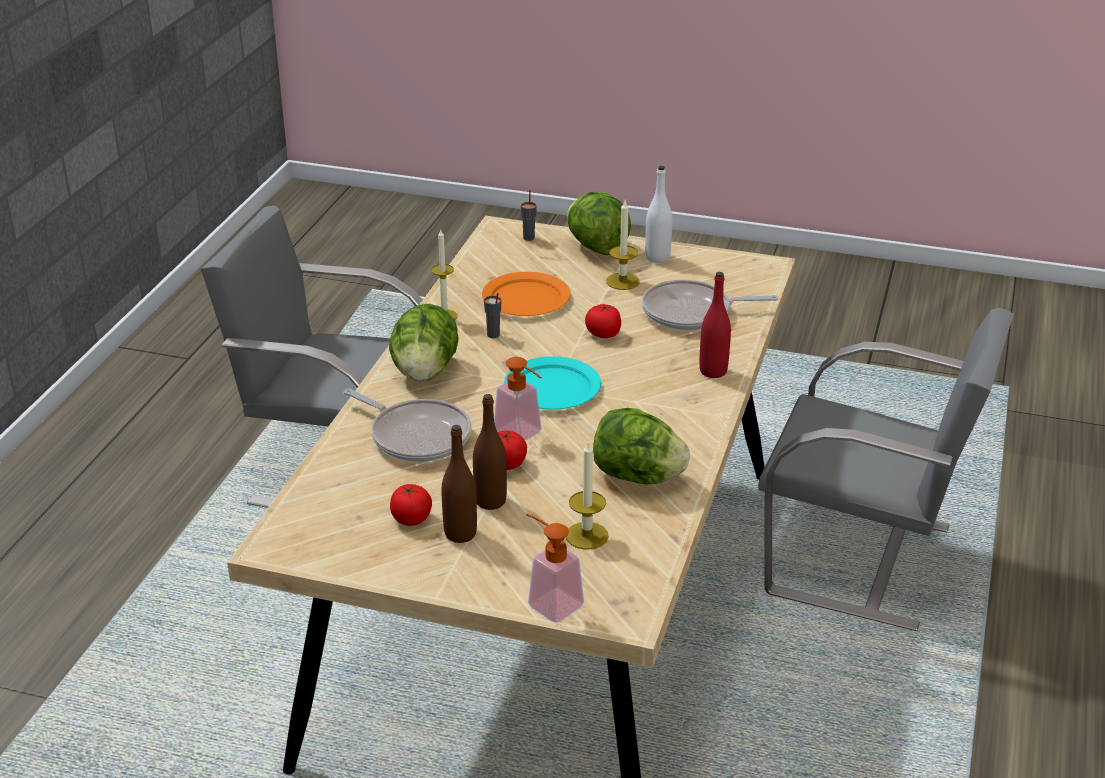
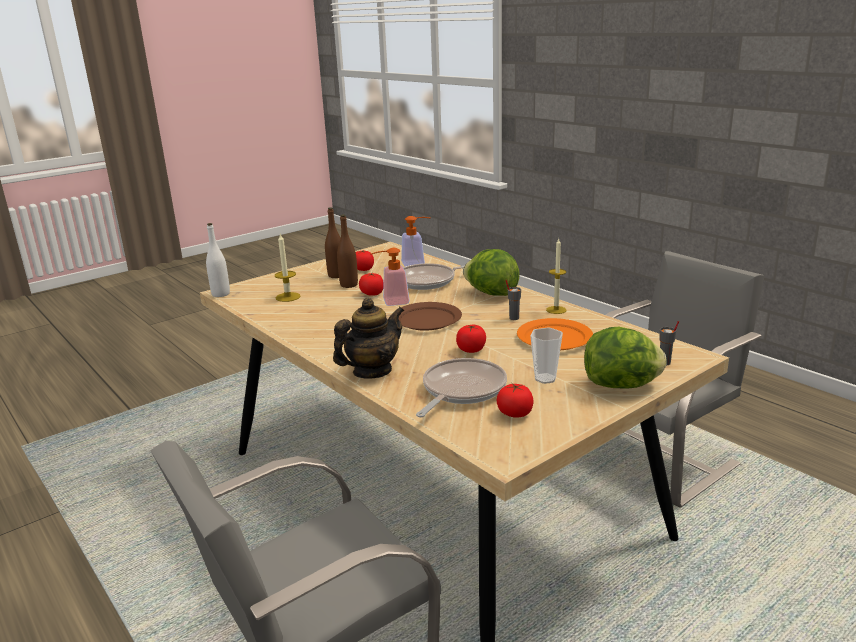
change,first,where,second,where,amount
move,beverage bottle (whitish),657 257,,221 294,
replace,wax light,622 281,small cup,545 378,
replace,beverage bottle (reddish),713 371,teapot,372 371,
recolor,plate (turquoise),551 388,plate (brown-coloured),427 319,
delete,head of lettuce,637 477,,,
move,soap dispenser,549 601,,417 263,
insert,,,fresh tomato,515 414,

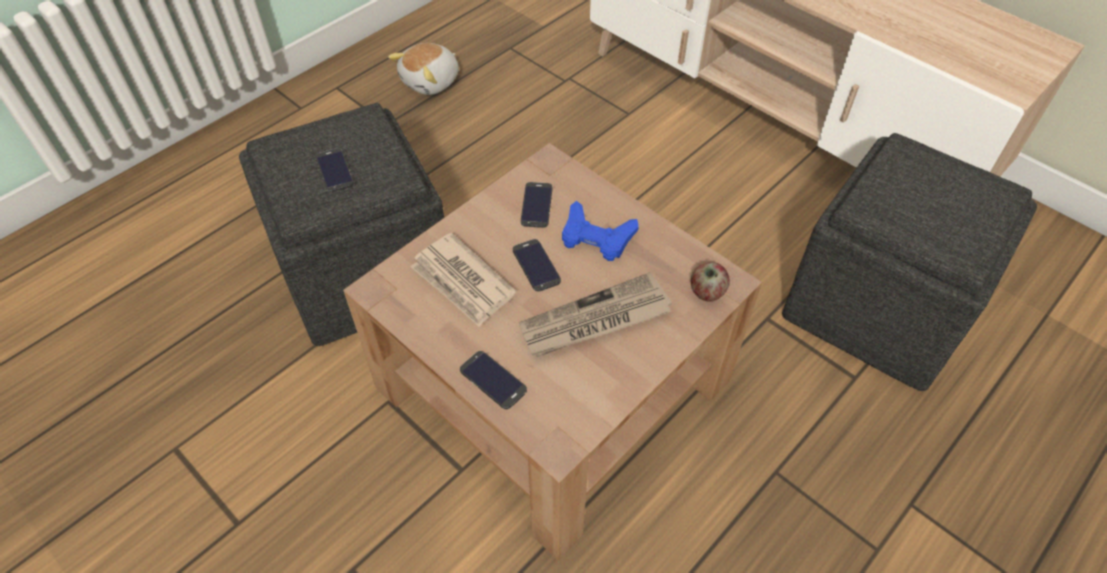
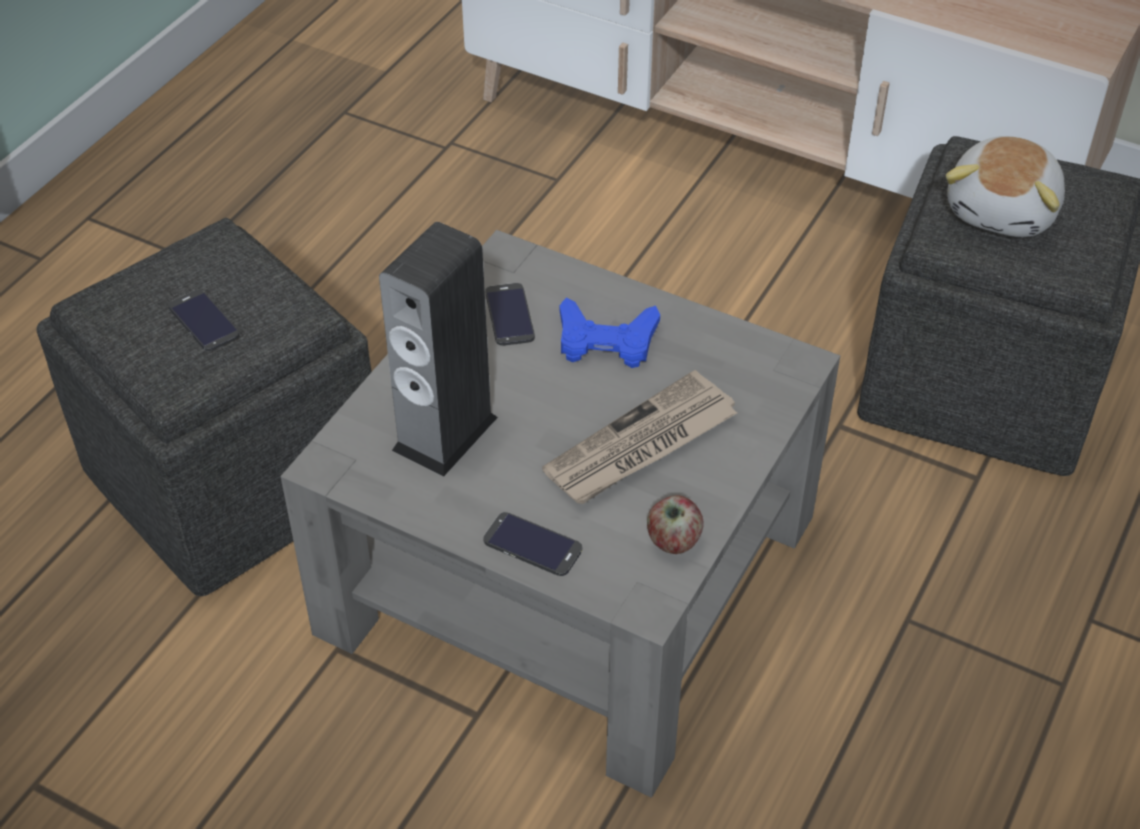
change,first,where,second,where,amount
move,cuddly toy,431 82,,1004 210,
recolor,low table (brown-coloured),553 384,low table (gray),570 574,
replace,newspaper,462 282,audio speaker,445 433,
delete,telephone,536 265,,,
move,apple fruit,706 292,,673 541,

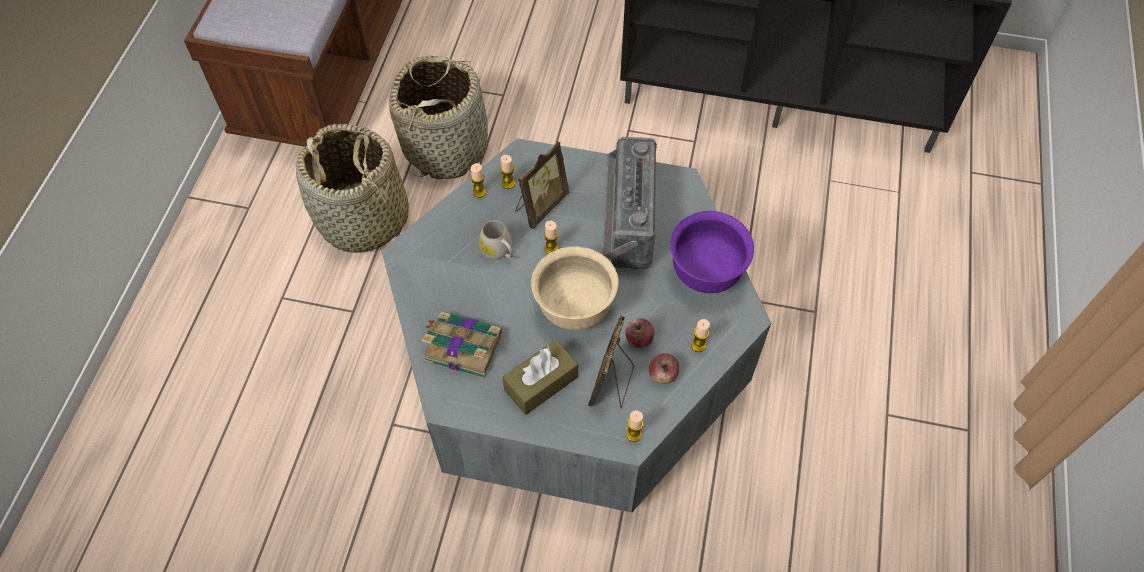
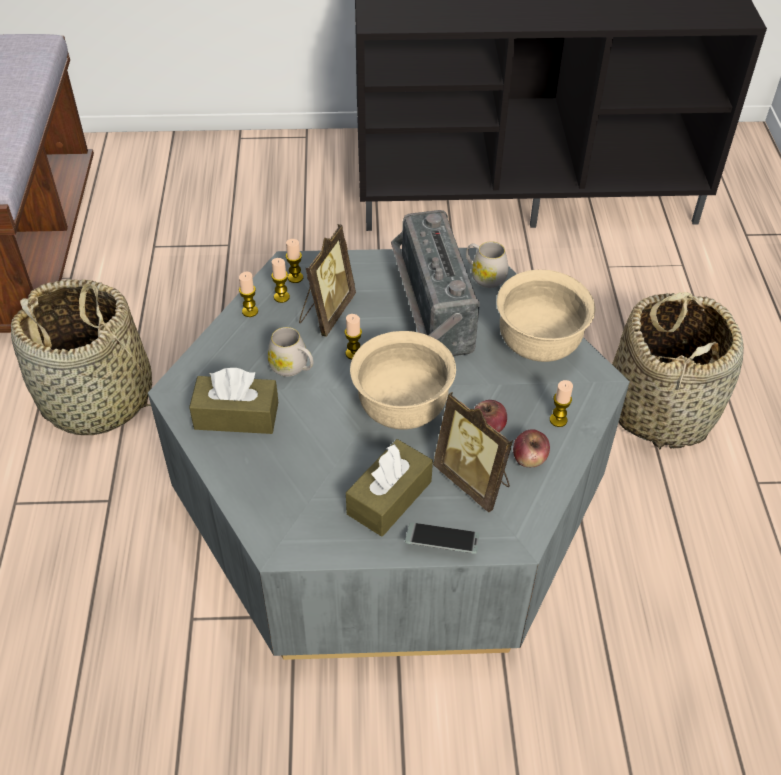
change,first,where,second,where,amount
move,household basket,446 147,,660 408,
recolor,bowl (purplish),705 273,bowl (beige-coloured),538 346,
delete,book,461 346,,,
rotate,standing frame,612 384,,474 480,45 degrees counterclockwise
move,wax light,633 434,,295 277,
insert,,,tea mug (whitish),484 276,
insert,,,box of tissues (brown-coloured),236 416,
insert,,,telephone,442 542,

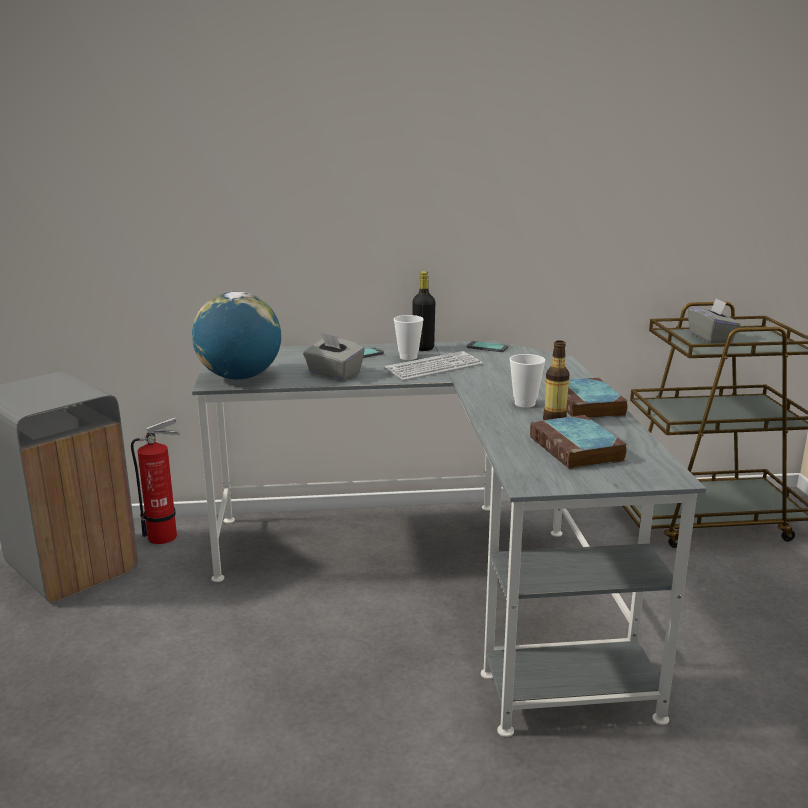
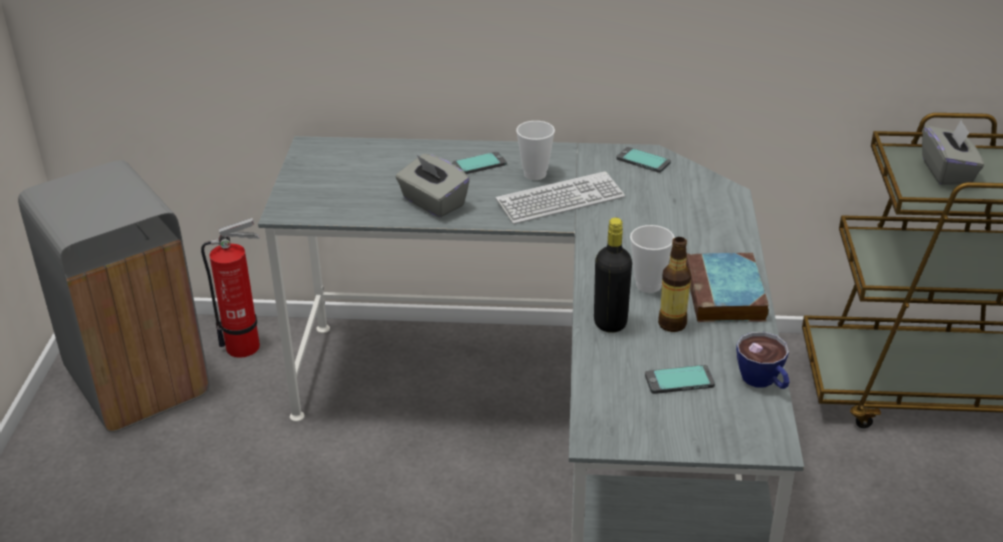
change,first,where,second,where,amount
move,beverage bottle (blackish),423 348,,610 323,
delete,desk globe,239 377,,,
replace,book,578 449,telephone,679 381,
insert,,,small cup,763 382,

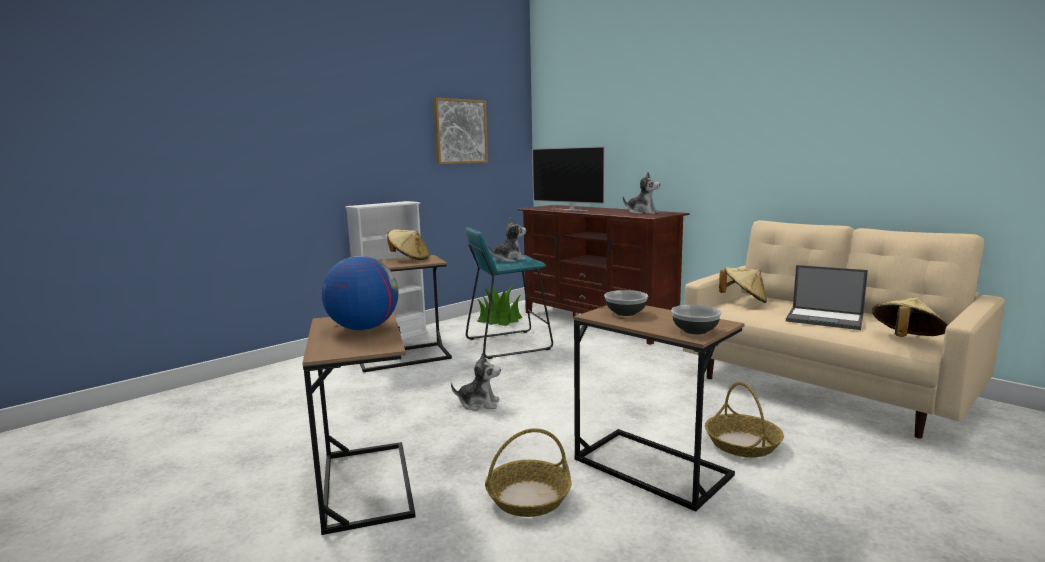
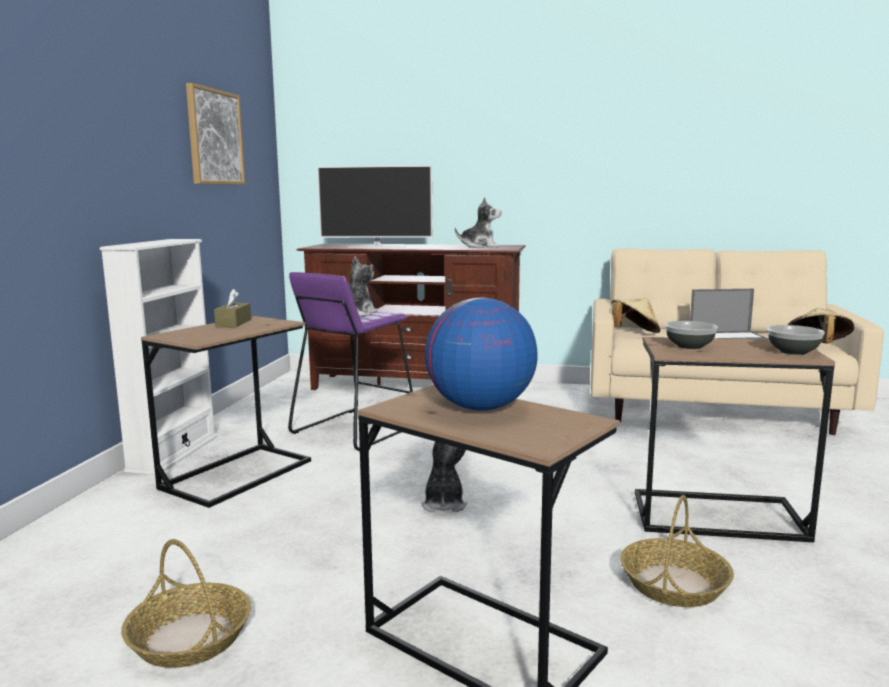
change,first,where,second,where,amount
recolor,stool (turquoise),508 344,stool (purplish),354 429,
replace,hat (beige-coloured),409 259,box of tissues (brown-coloured),233 323,
delete,potted plant,500 319,,,
rotate,cuddly toy,479 404,,443 504,60 degrees counterclockwise
move,household basket,742 443,,189 638,

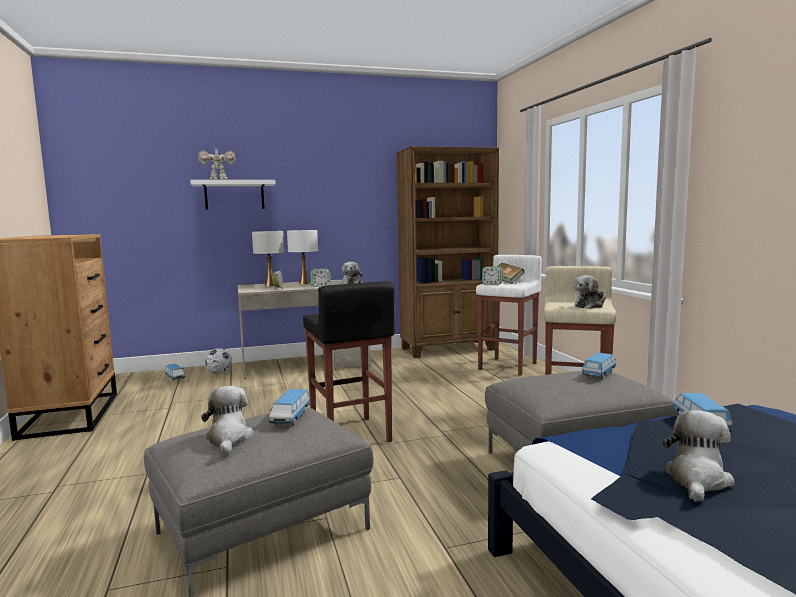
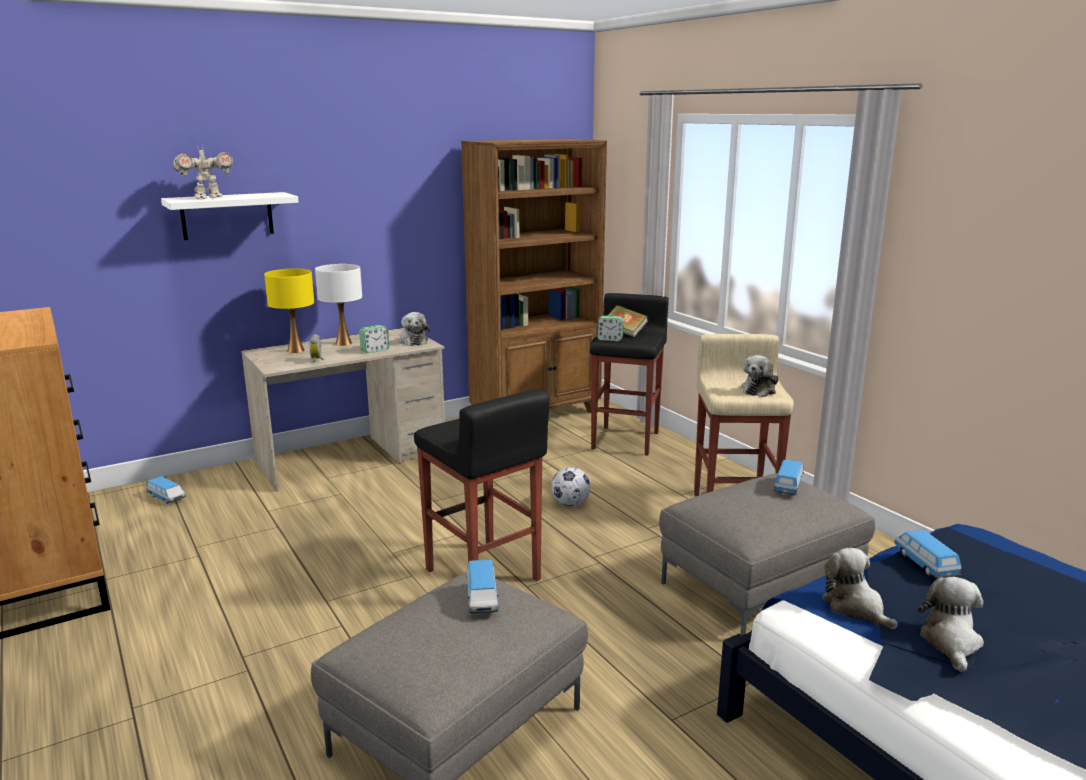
change,first,where,second,where,amount
recolor,tabletop lamp (whitish),270 285,tabletop lamp (yellowish),295 350,
recolor,stool (whitish),509 366,stool (blackish),626 440,
move,ball for football,219 373,,570 504,
move,cuddly toy,229 438,,855 608,

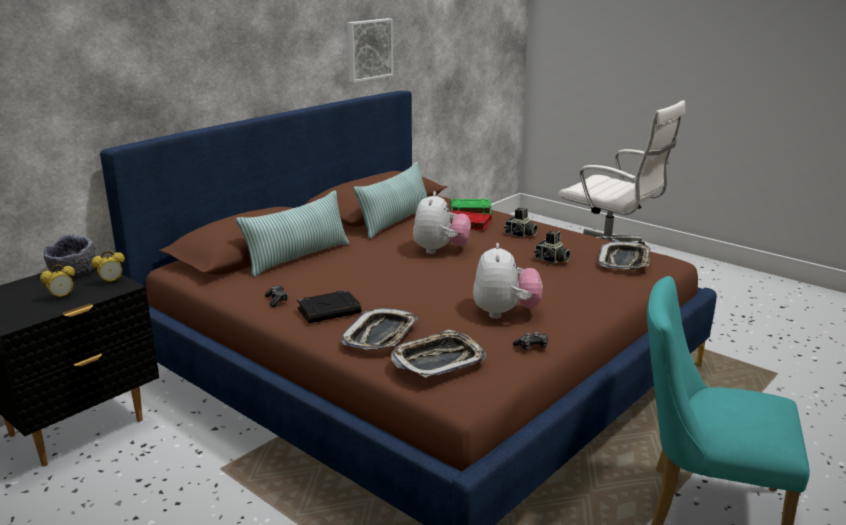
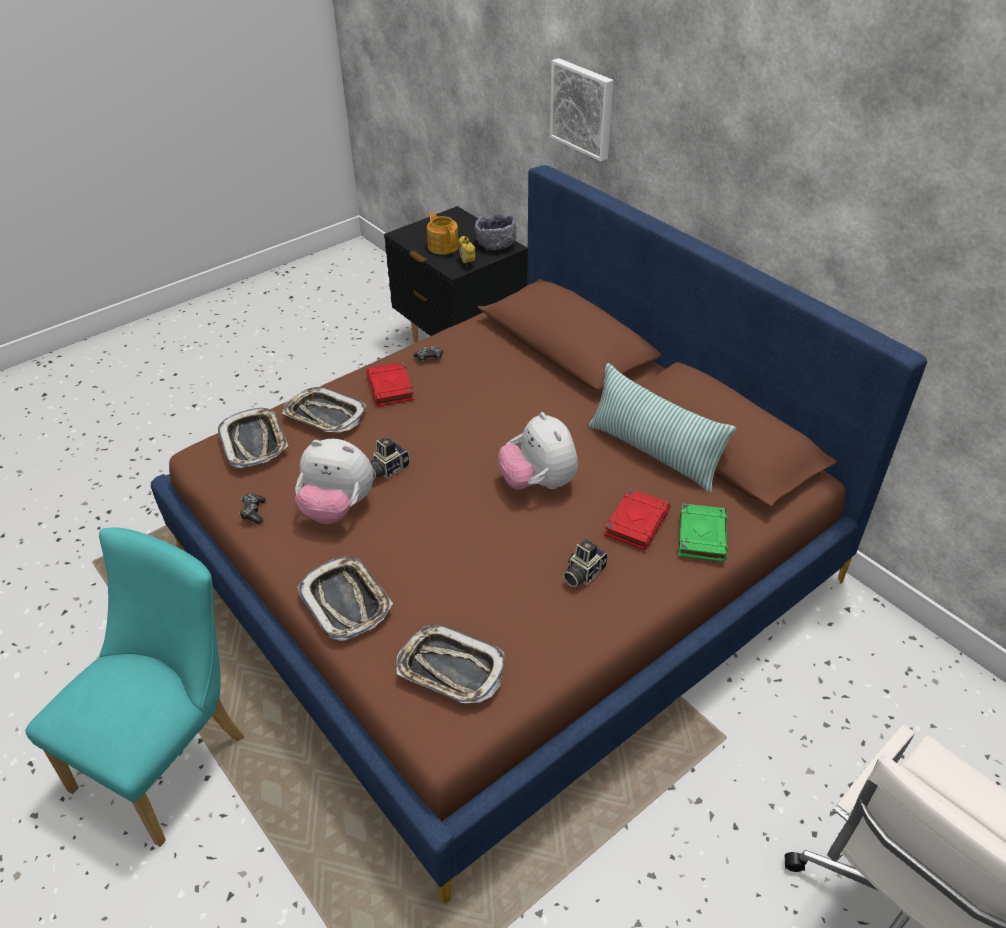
change,first,where,second,where,amount
move,picture,368 49,,583 108,
delete,pillow,298 257,,,
rotate,cuddly toy,440 250,,538 483,45 degrees clockwise
move,photo camera,551 260,,387 469,
replace,bedside clock,62 297,teapot,443 246,
recolor,book (blackish),329 311,book (reddish),391 388,
insert,,,tray,346 602,

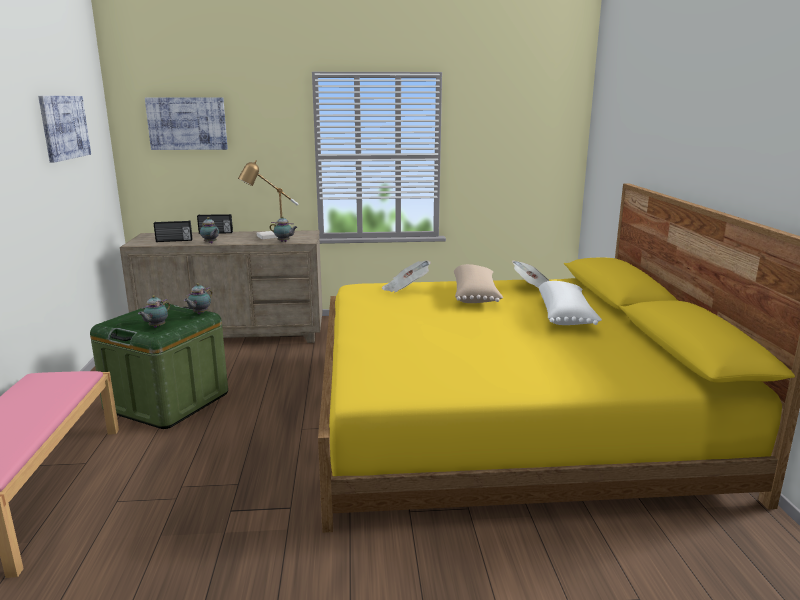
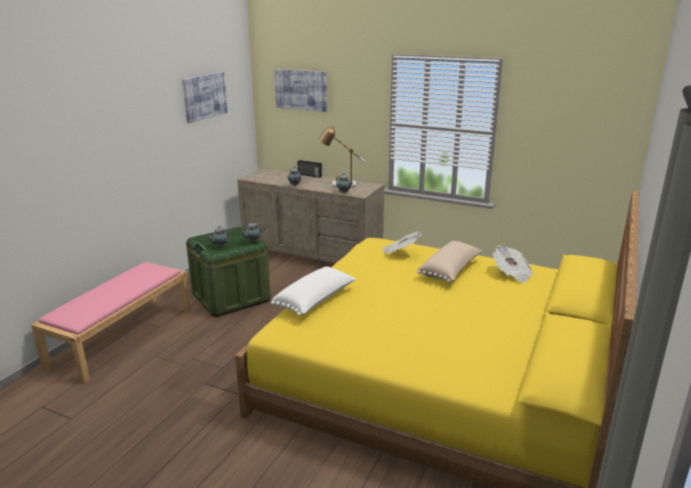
change,first,where,second,where,amount
delete,radio receiver,174 240,,,
move,pillow (whitish),566 316,,316 300,

